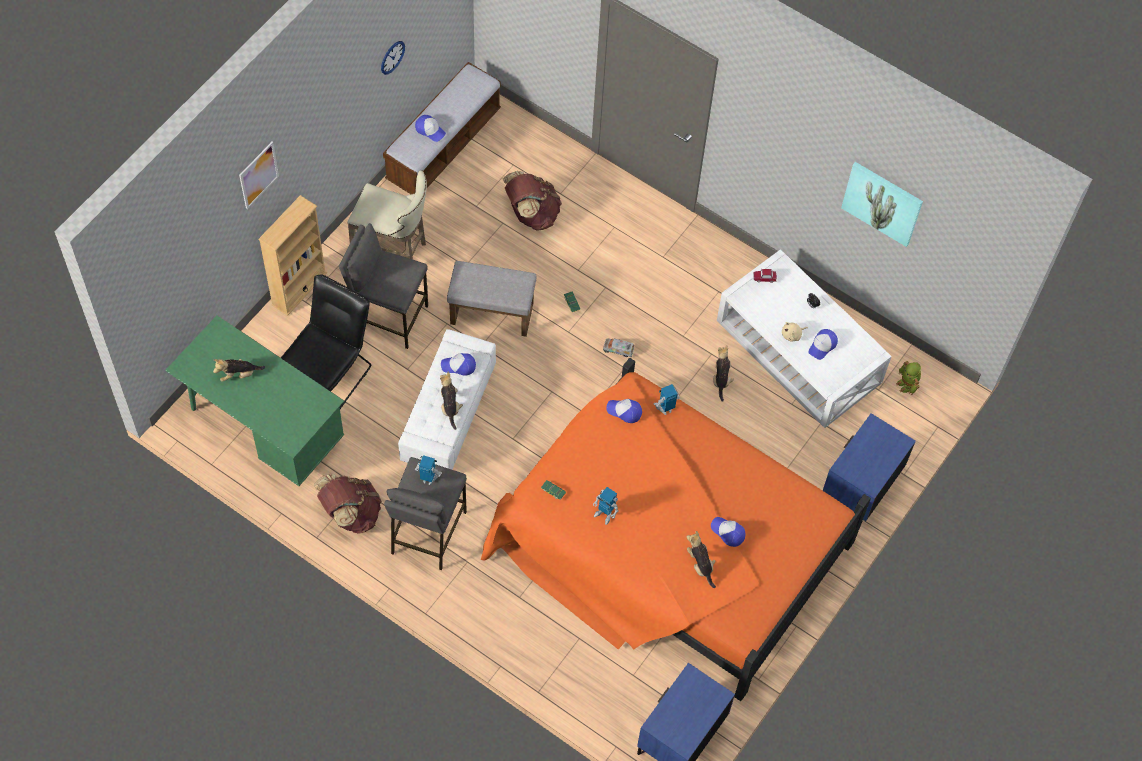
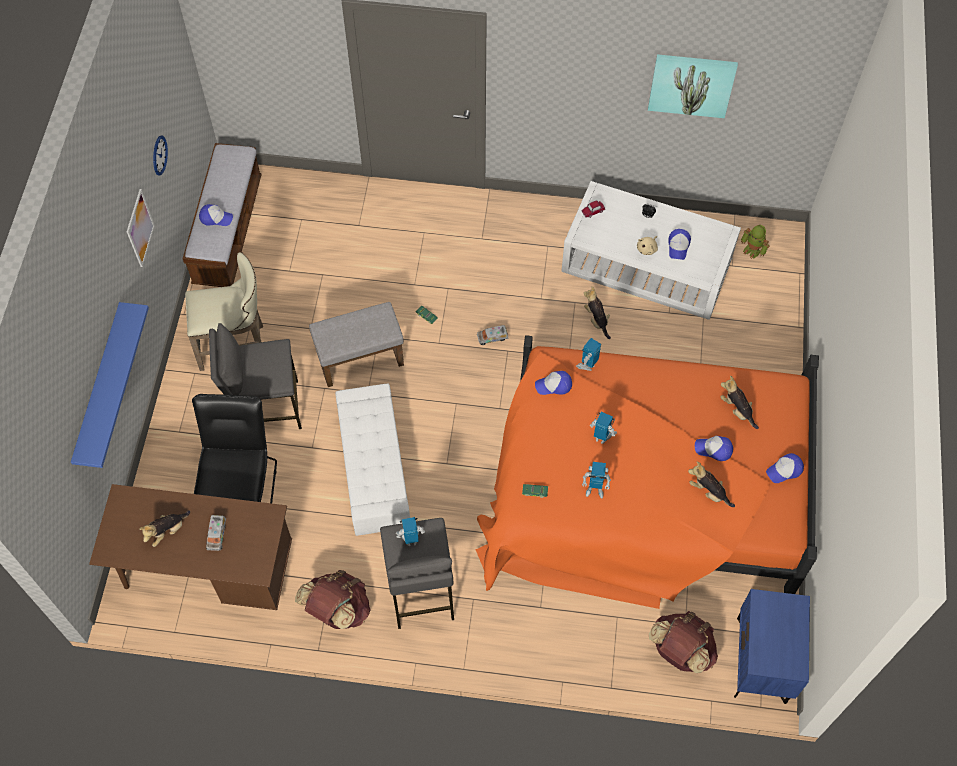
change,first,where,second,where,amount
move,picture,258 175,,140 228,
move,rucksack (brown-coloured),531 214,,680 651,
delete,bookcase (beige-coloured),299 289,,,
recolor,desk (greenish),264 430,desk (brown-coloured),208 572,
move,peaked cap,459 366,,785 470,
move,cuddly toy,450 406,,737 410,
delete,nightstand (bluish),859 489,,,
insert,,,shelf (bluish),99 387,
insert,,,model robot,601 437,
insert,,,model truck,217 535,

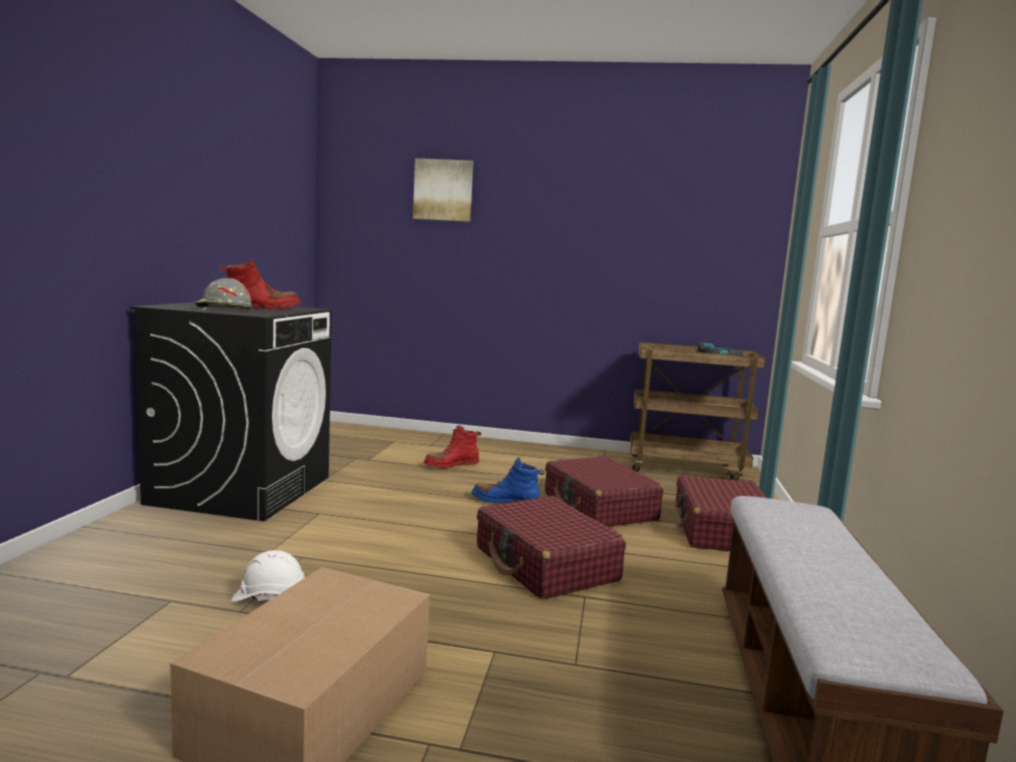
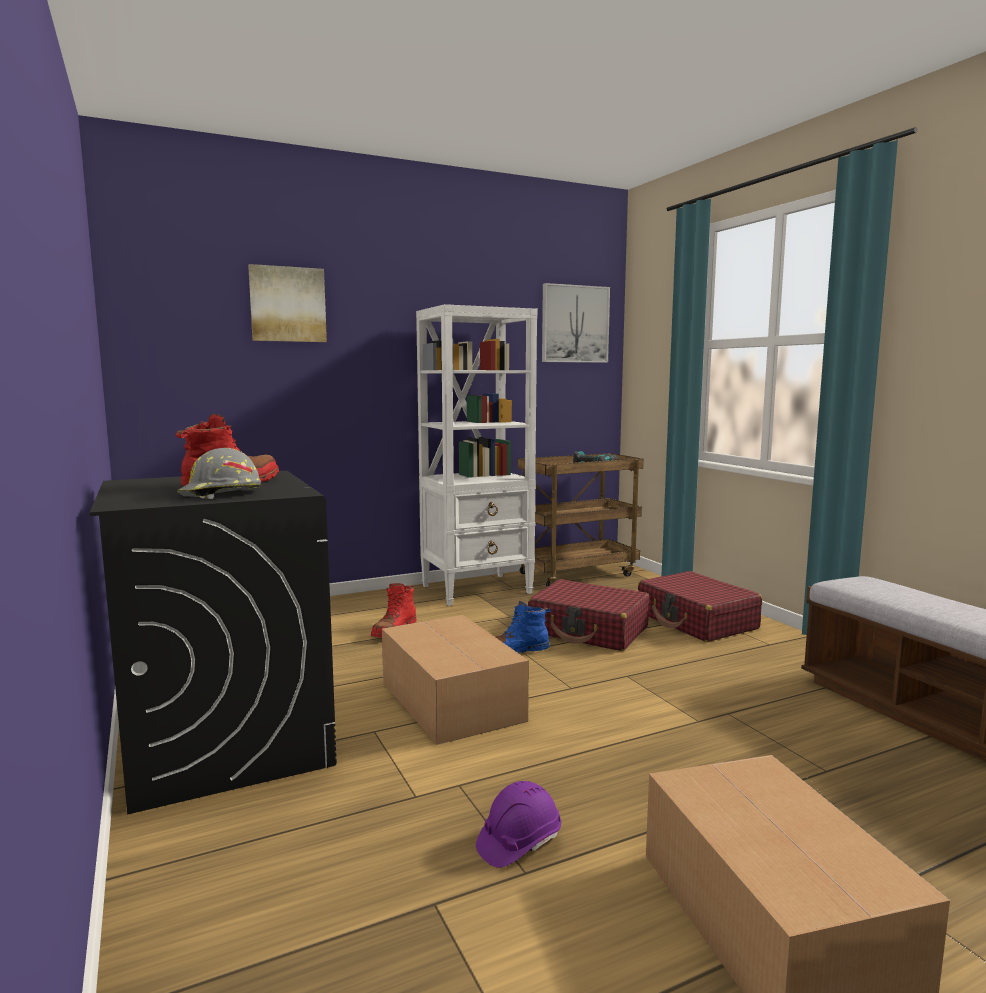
change,first,where,second,where,amount
delete,travel case (reddish),546 564,,,
recolor,safety helmet (whitish),269 597,safety helmet (purplish),518 842,
insert,,,picture,574 324,
insert,,,bookcase (whitish),478 589,
insert,,,packing box,451 700,

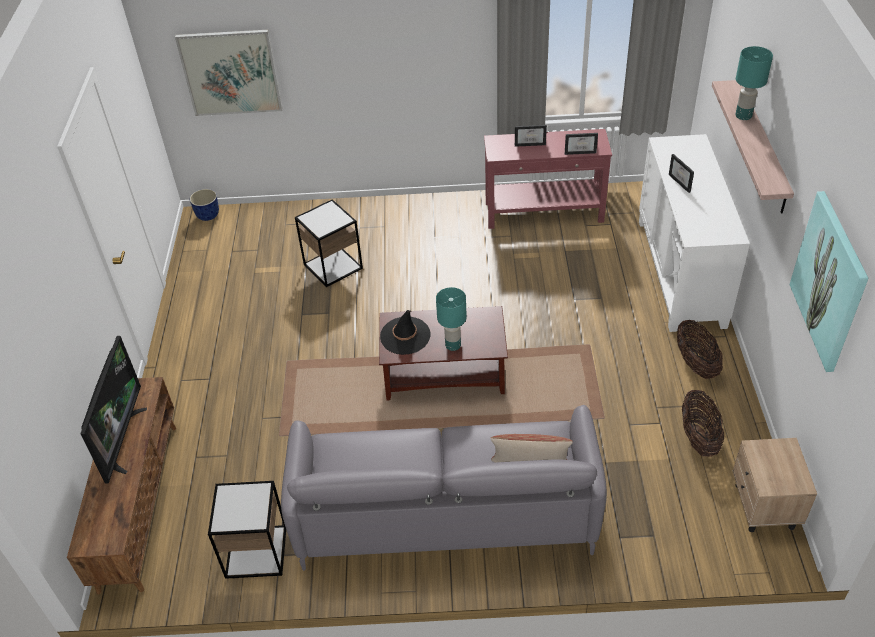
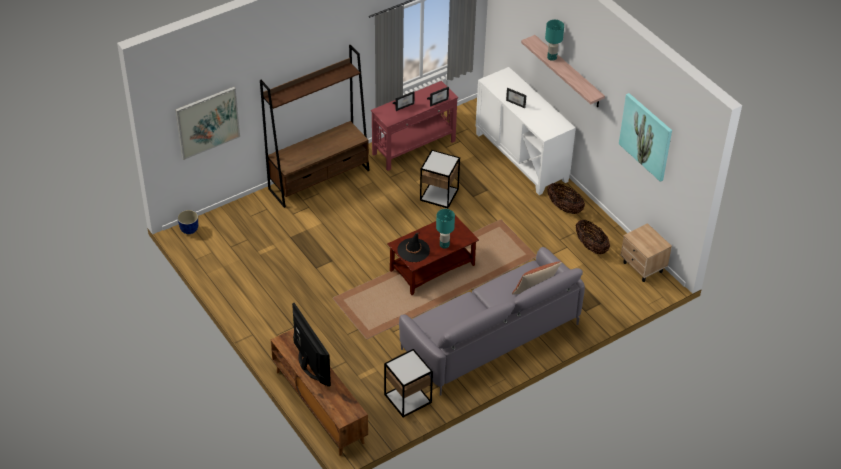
change,first,where,second,where,amount
move,side table,333 266,,439 194,
insert,,,bookcase (brown-coloured),319 179,

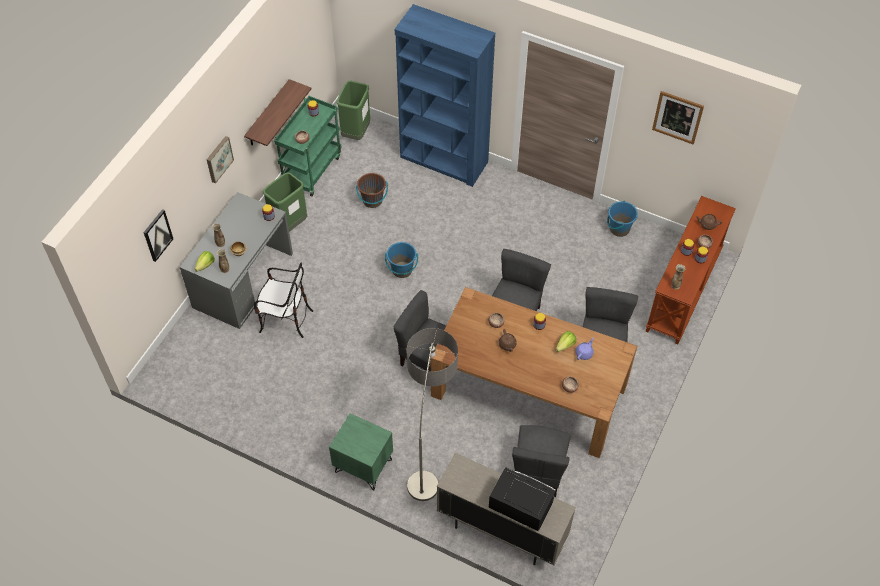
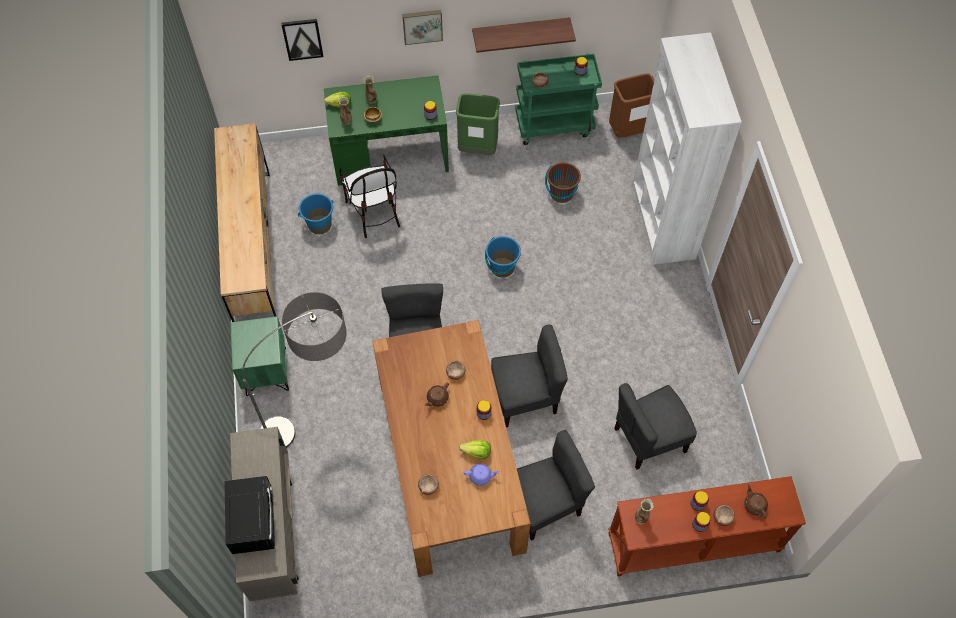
change,first,where,second,where,amount
recolor,bookcase (bluish),444 160,bookcase (whitish),662 221,
recolor,rubbish bin (greenish),356 133,rubbish bin (brown-coloured),628 131,
delete,picture,677 117,,,
recolor,desk (gray),243 280,desk (greenish),390 154,
move,water bucket (bluish),619 229,,319 224,
move,plain chair (gray),538 472,,649 439,
insert,,,drawer chest (brown-coloured),254 250,

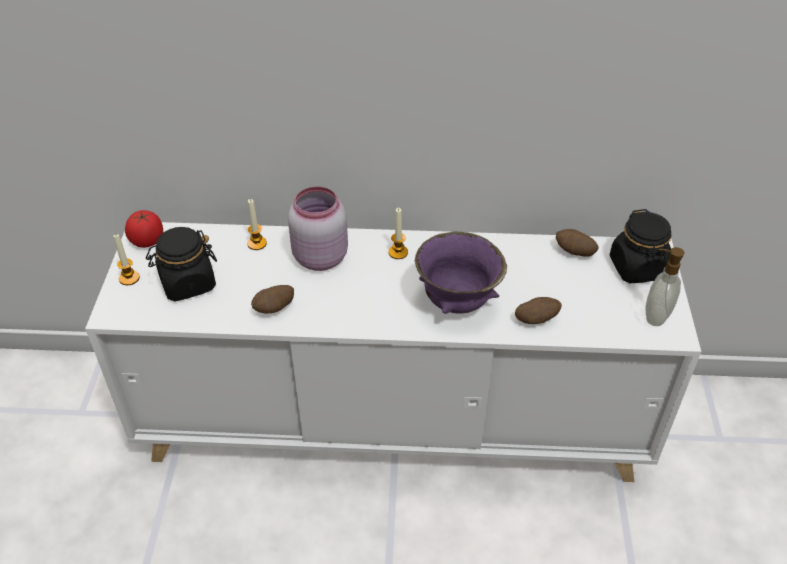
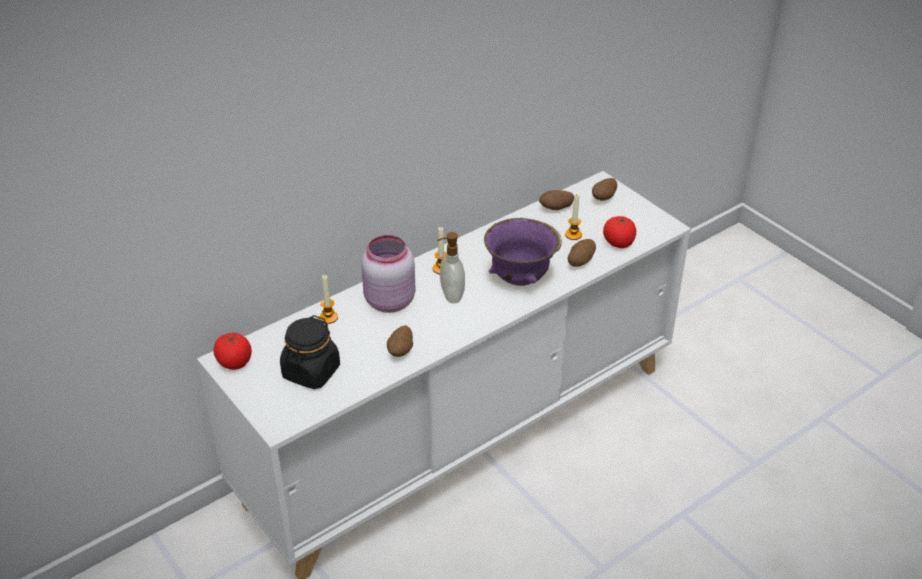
change,first,where,second,where,amount
replace,jar (blackish),637 268,potato,604 198,
move,wax light,129 278,,573 235,
move,soap dispenser,655 315,,451 295,
insert,,,fresh tomato,618 243,

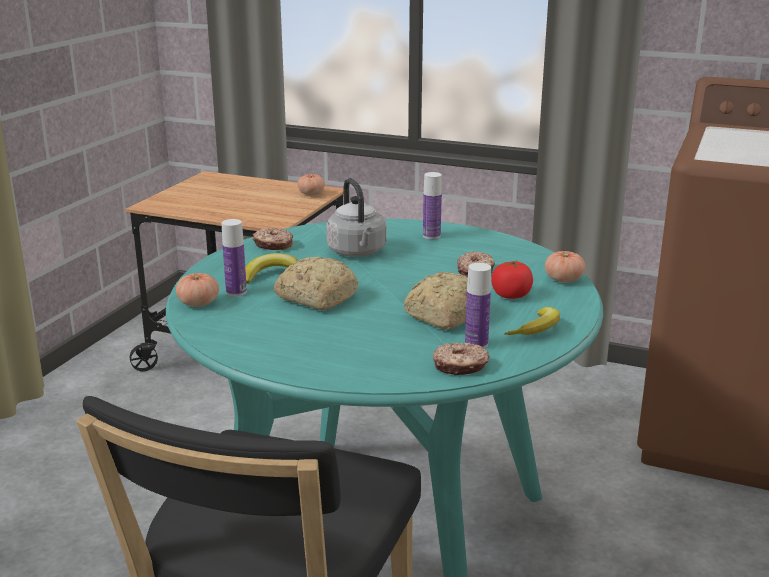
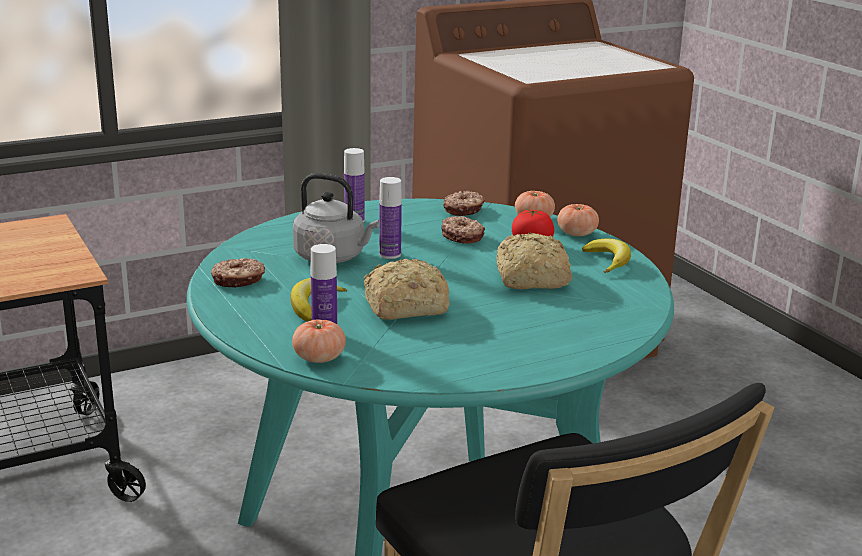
change,first,where,second,where,amount
move,fresh tomato,311 194,,577 233,
move,beverage bottle,476 344,,390 254,
move,ring doughnut,460 366,,464 210,

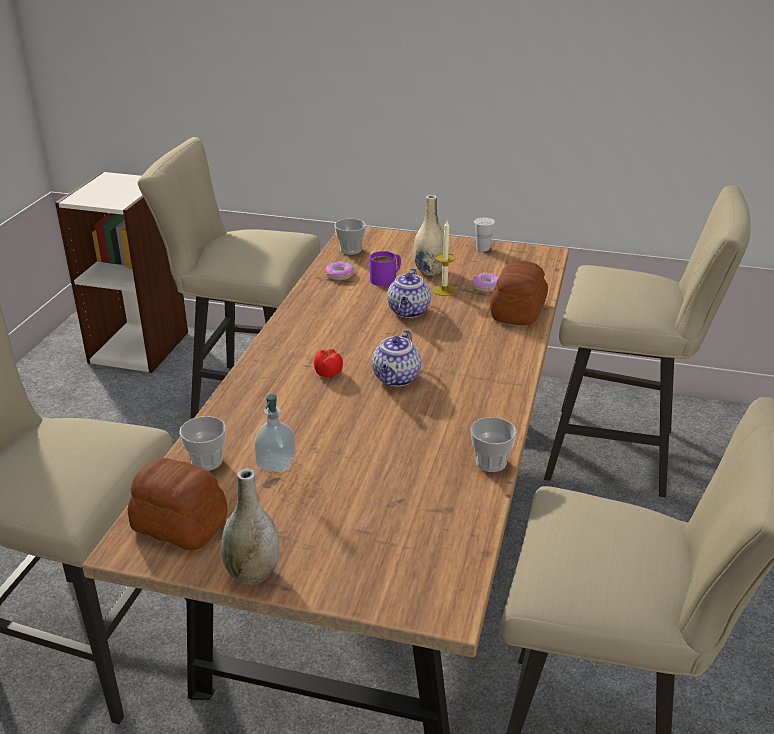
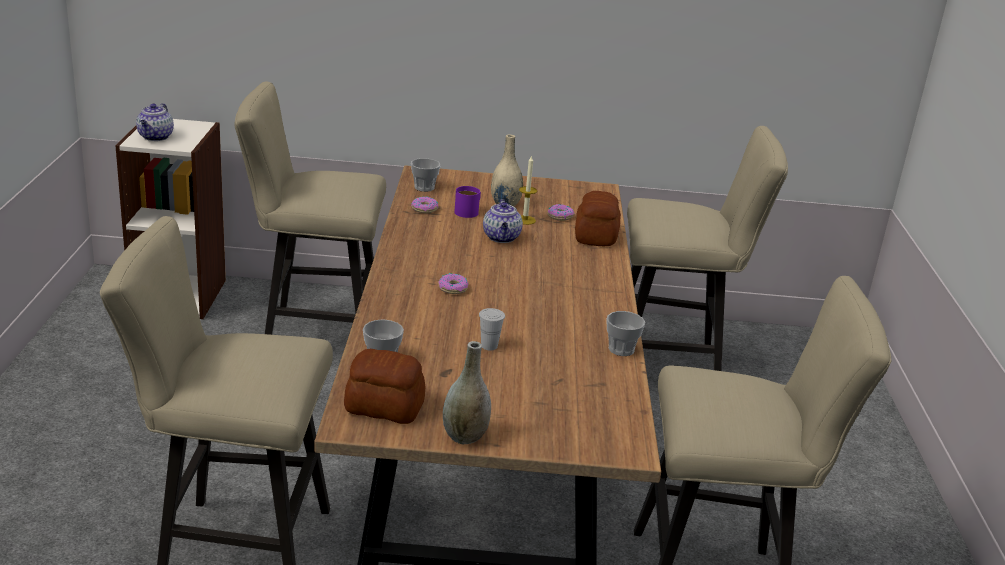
change,first,where,second,where,amount
move,small cup (whitish),483 248,,489 346,
move,teapot,396 378,,155 137,
replace,fresh tomato,327 373,ring doughnut,453 288,
delete,soap dispenser,276 463,,,

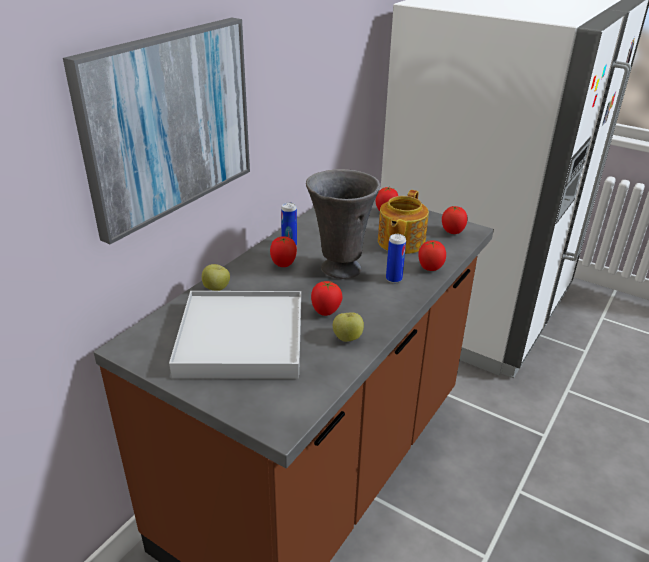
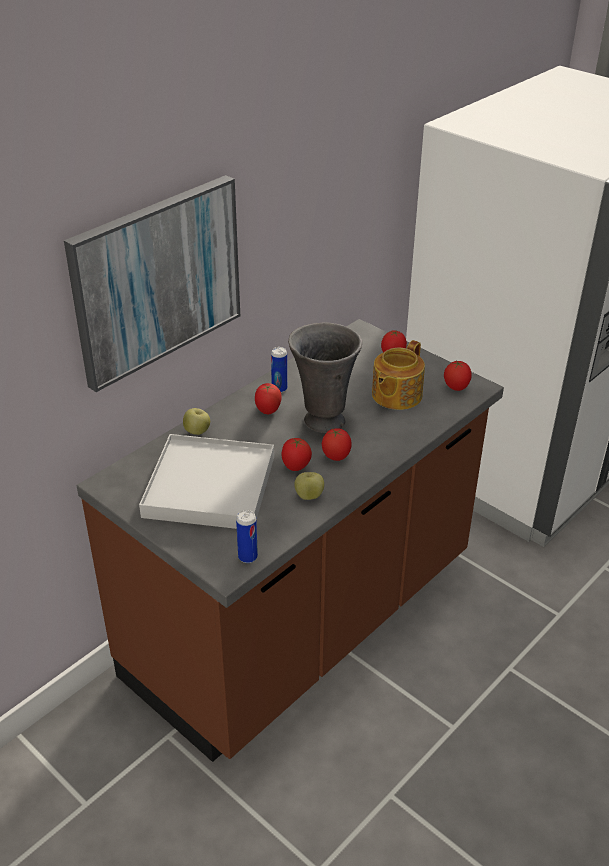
change,first,where,second,where,amount
move,metal can,394 279,,247 557,
move,fresh tomato,430 269,,336 457,

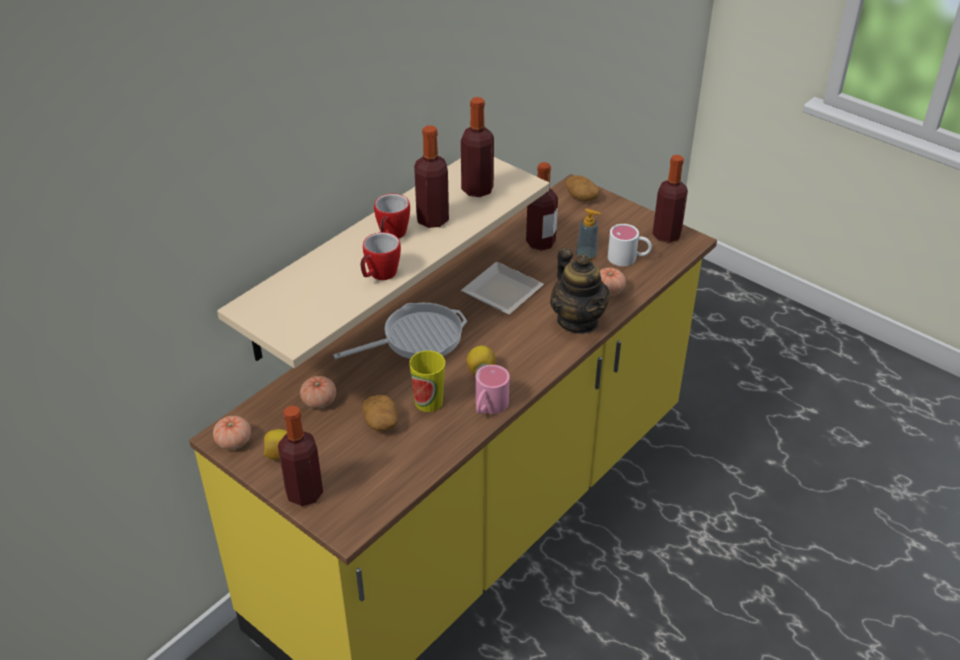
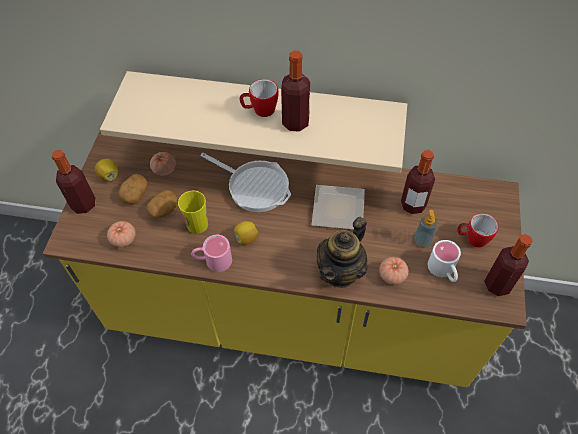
change,first,where,second,where,amount
delete,beverage bottle,477 189,,,
move,potato,581 197,,135 194,
move,tea mug,379 275,,472 239,
move,fresh tomato,234 441,,123 239,

